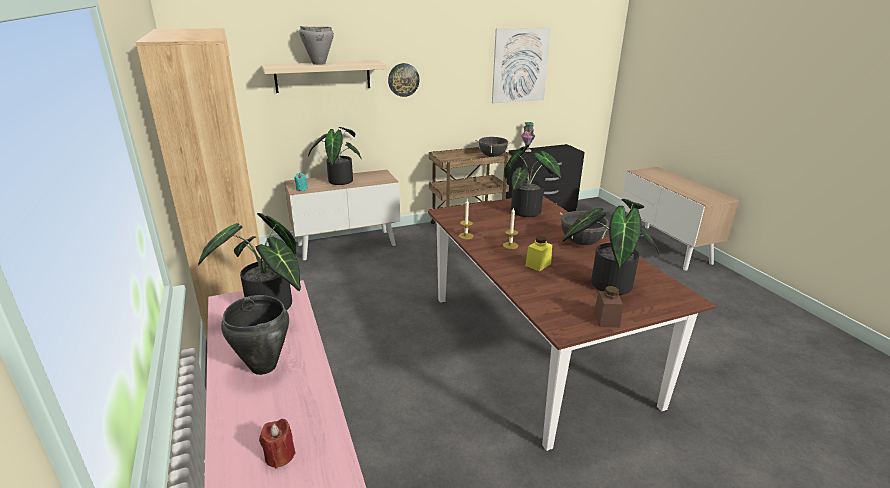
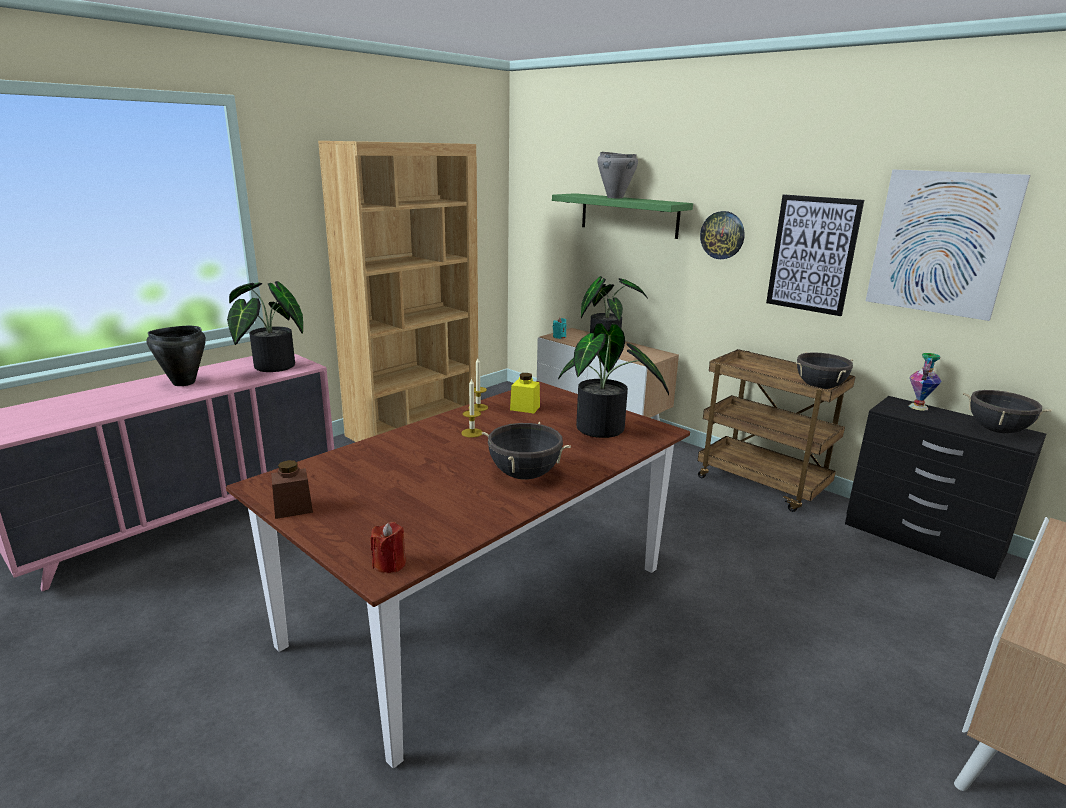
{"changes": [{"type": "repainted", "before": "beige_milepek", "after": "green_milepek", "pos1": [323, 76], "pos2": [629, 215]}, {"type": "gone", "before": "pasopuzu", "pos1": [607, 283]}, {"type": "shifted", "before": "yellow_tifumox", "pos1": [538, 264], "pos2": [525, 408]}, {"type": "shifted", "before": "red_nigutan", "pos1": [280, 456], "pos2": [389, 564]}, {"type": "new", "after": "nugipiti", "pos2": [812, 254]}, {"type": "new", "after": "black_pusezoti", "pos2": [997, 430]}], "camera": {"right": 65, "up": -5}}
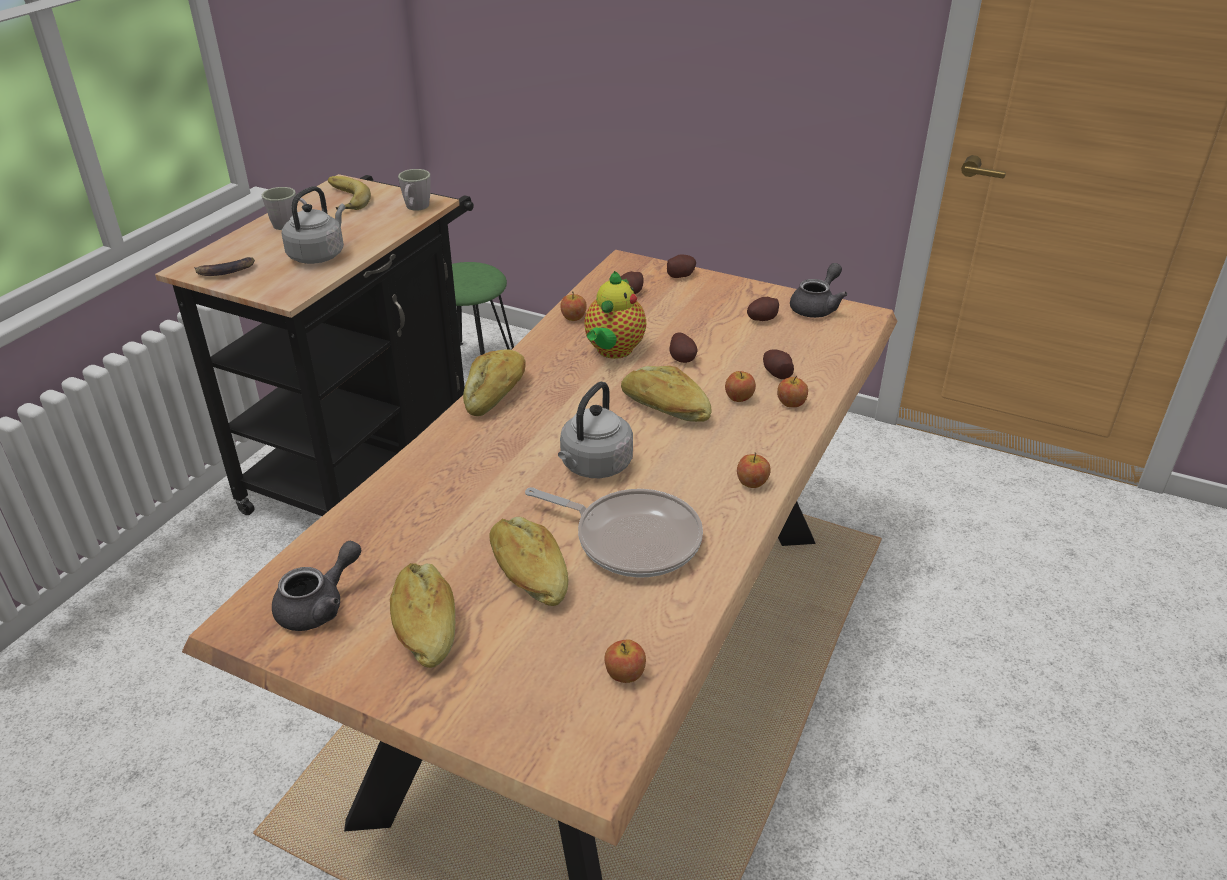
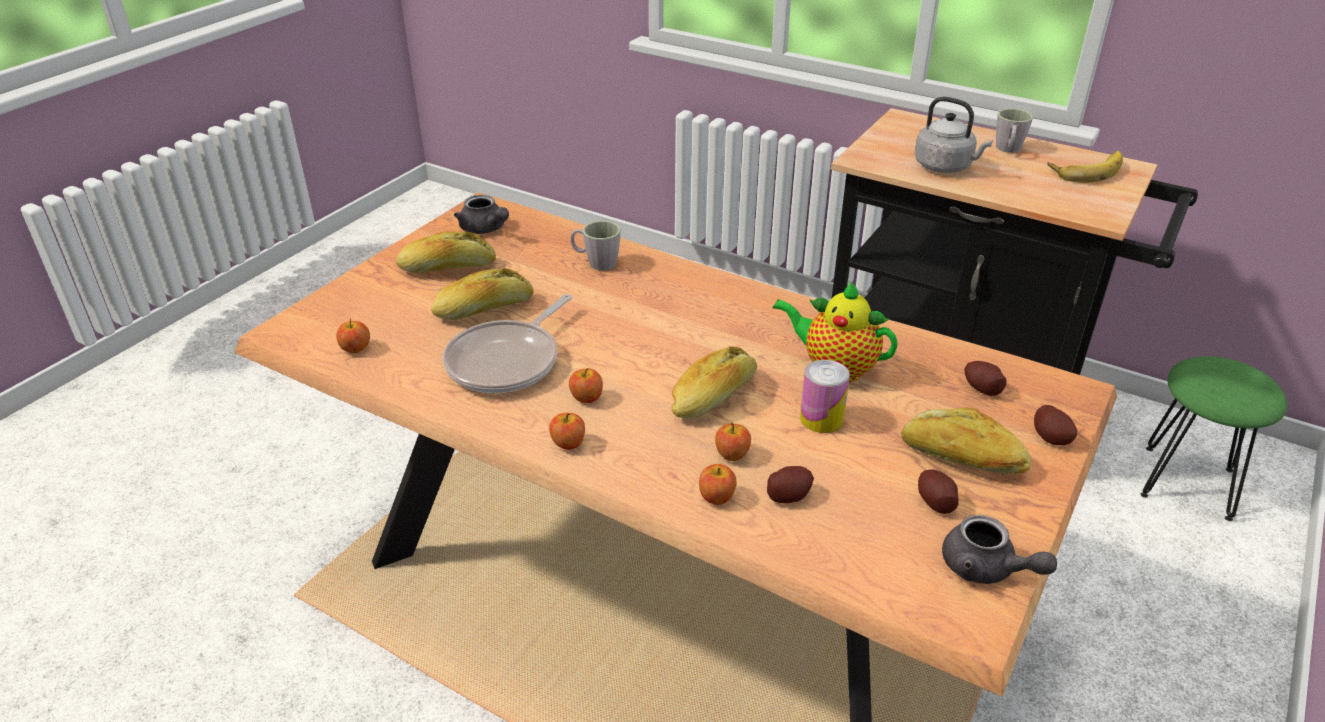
{"changes": [{"type": "shifted", "before": "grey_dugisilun", "pos1": [415, 208], "pos2": [596, 262]}, {"type": "gone", "before": "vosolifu", "pos1": [225, 271]}, {"type": "shifted", "before": "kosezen", "pos1": [573, 318], "pos2": [586, 398]}, {"type": "swapped", "before": "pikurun", "after": "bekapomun", "pos1": [682, 358], "pos2": [821, 419]}, {"type": "shifted", "before": "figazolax", "pos1": [496, 393], "pos2": [962, 458]}, {"type": "gone", "before": "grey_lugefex", "pos1": [594, 466]}], "camera": {"right": 95, "up": 0}}
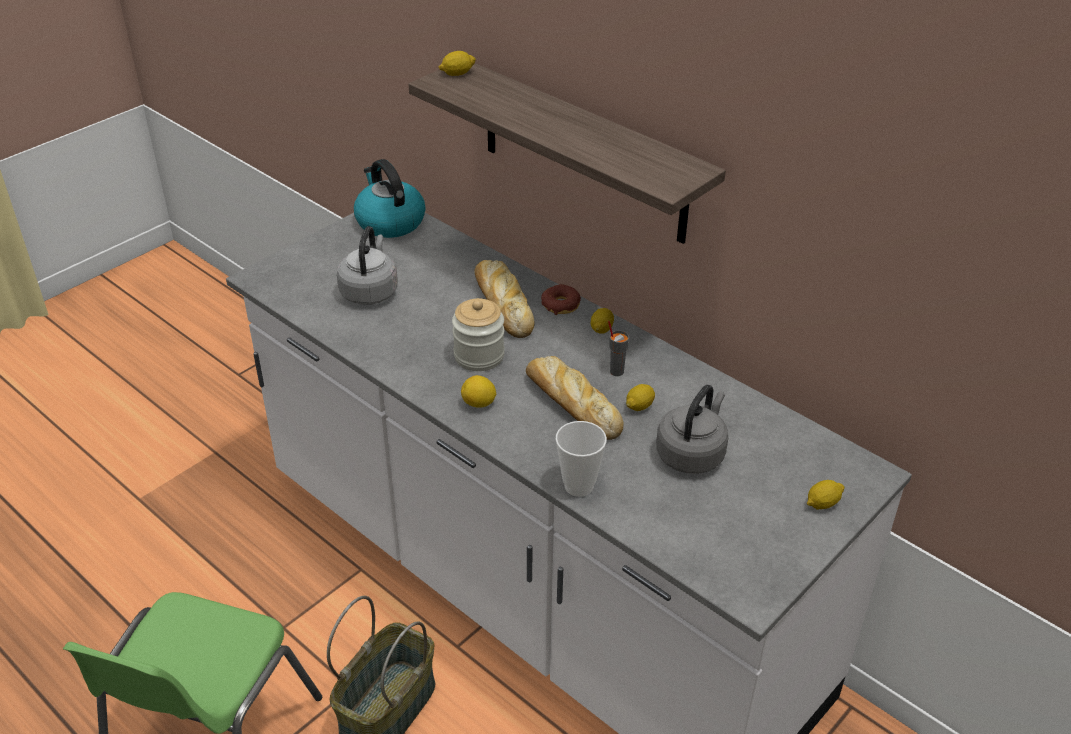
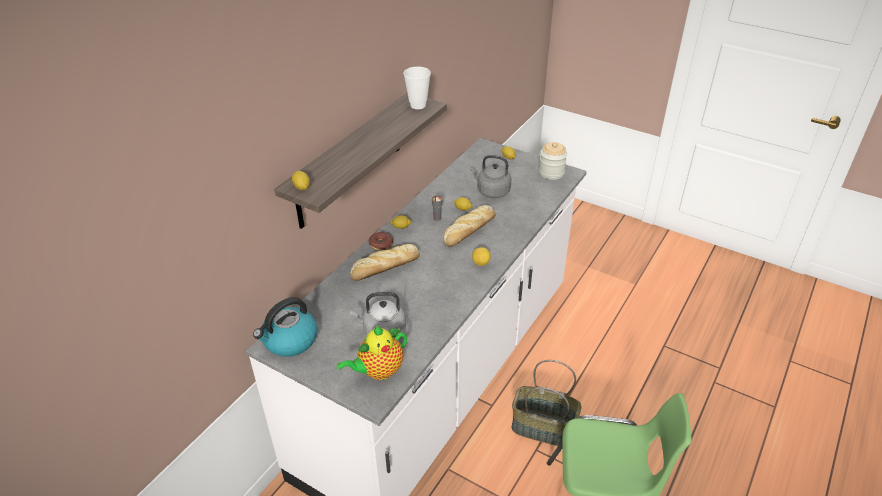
{"changes": [{"type": "shifted", "before": "tifumox", "pos1": [479, 356], "pos2": [551, 173]}, {"type": "shifted", "before": "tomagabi", "pos1": [579, 486], "pos2": [418, 105]}, {"type": "new", "after": "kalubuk", "pos2": [378, 371]}], "camera": {"right": -100, "up": 0}}
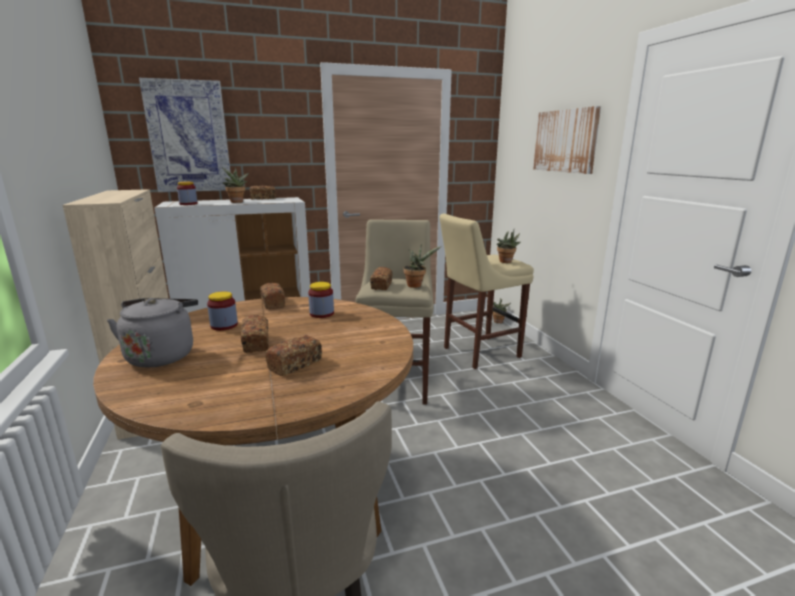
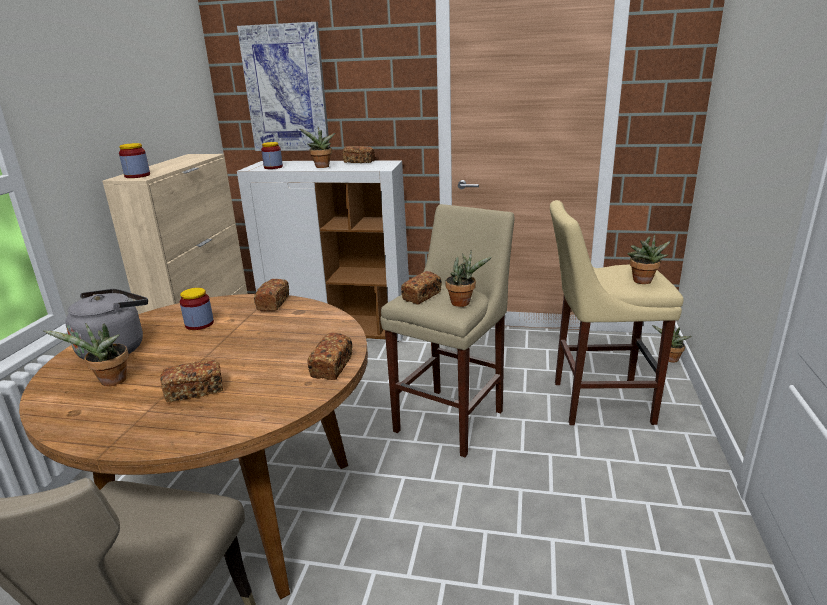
{"changes": [{"type": "gone", "before": "nugipiti", "pos1": [565, 141]}, {"type": "shifted", "before": "tifumox", "pos1": [321, 313], "pos2": [137, 176]}, {"type": "shifted", "before": "figazolax", "pos1": [256, 343], "pos2": [332, 367]}, {"type": "new", "after": "pasopuzu", "pos2": [110, 382]}], "camera": {"right": 30, "up": 5}}
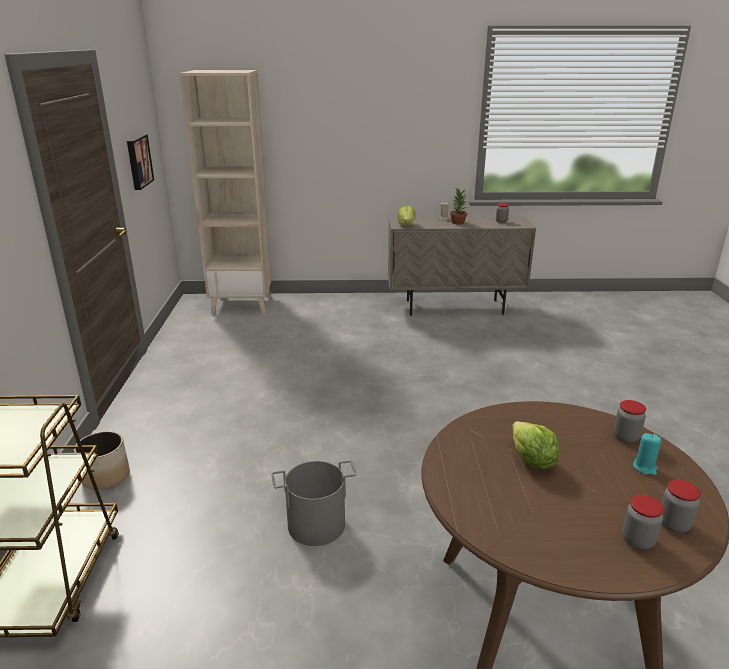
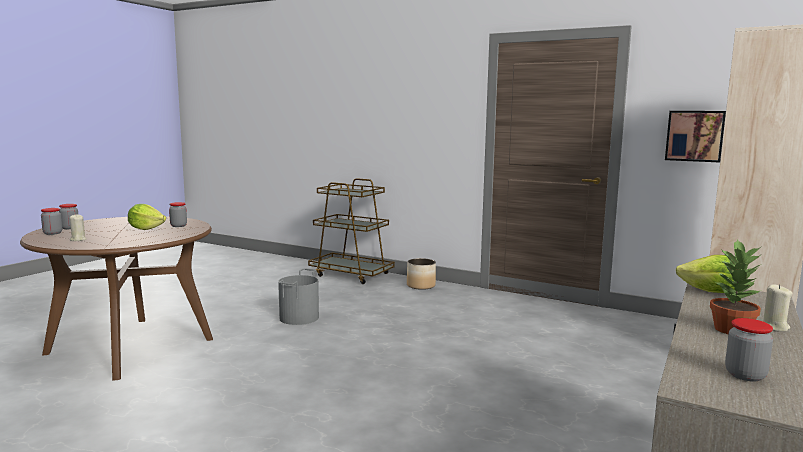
{"changes": [{"type": "shifted", "before": "tifumox", "pos1": [626, 437], "pos2": [178, 226]}, {"type": "repainted", "before": "turquoise_nigutan", "after": "beige_nigutan", "pos1": [645, 467], "pos2": [78, 240]}], "camera": {"right": 120, "up": -15}}
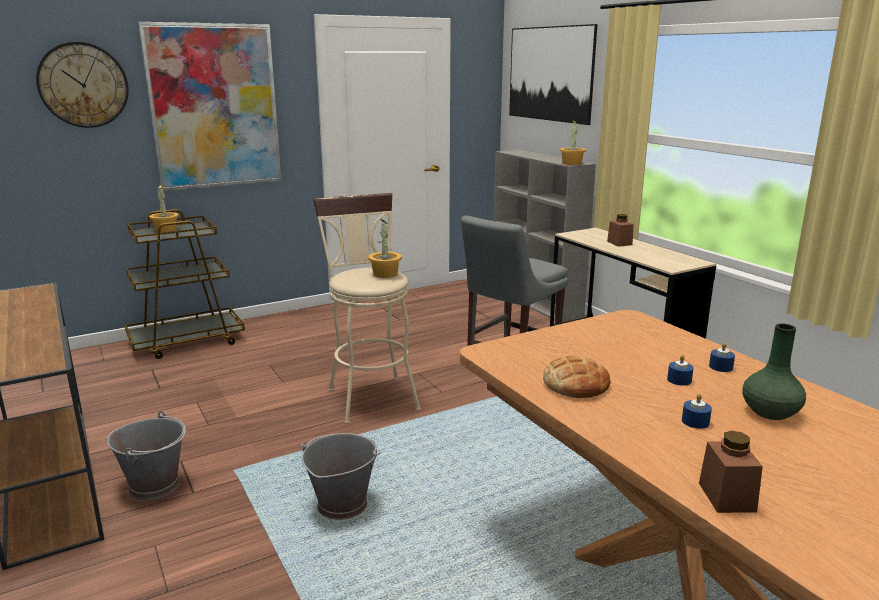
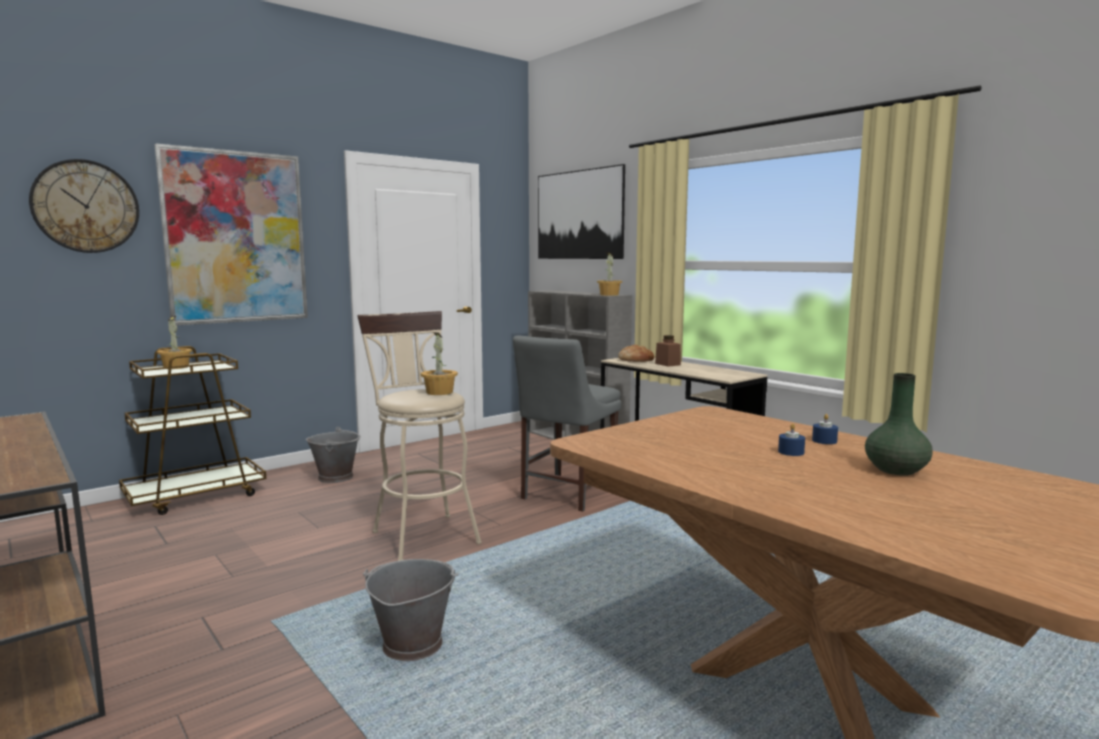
{"changes": [{"type": "shifted", "before": "figazolax", "pos1": [575, 384], "pos2": [636, 360]}, {"type": "gone", "before": "blue_nigutan", "pos1": [695, 421]}, {"type": "shifted", "before": "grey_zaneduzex", "pos1": [155, 485], "pos2": [336, 477]}, {"type": "gone", "before": "brown_tifumox", "pos1": [726, 497]}], "camera": {"right": -10, "up": -10}}
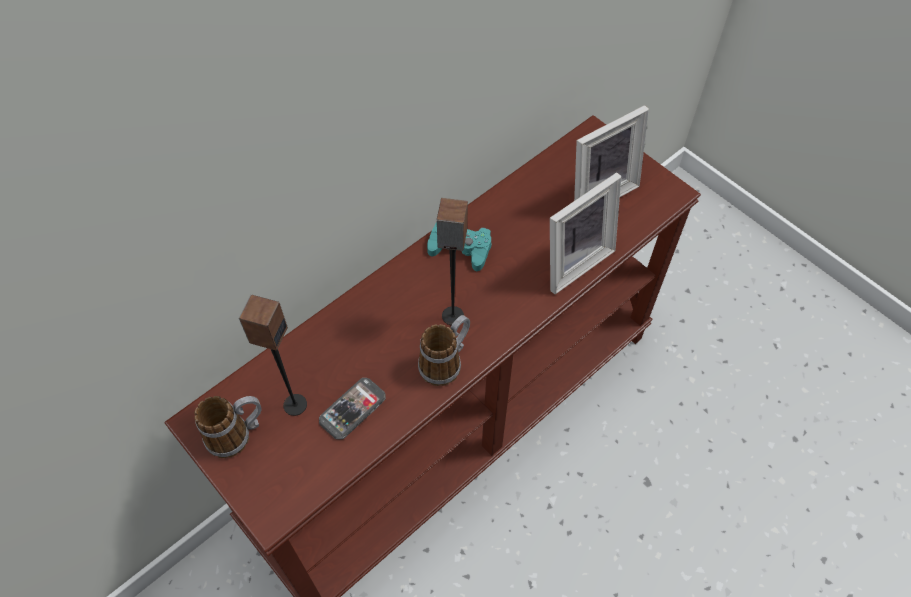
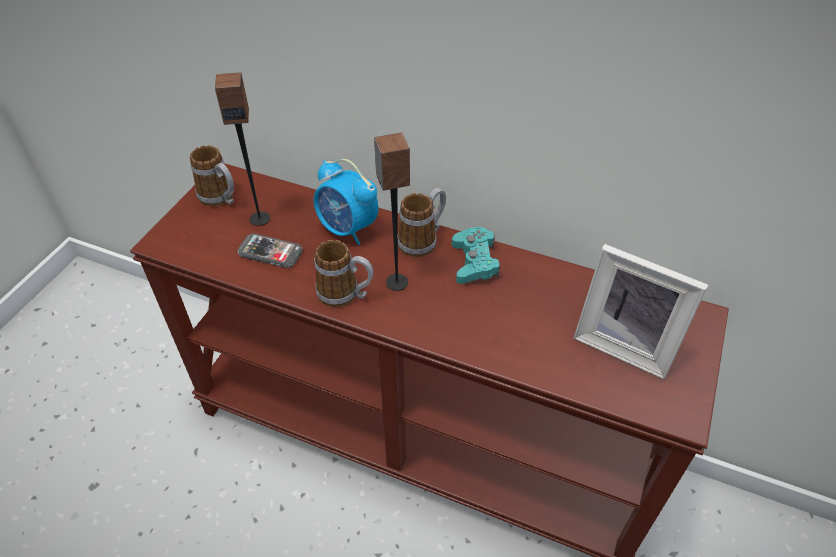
{"changes": [{"type": "gone", "before": "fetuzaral", "pos1": [572, 260]}, {"type": "new", "after": "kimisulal", "pos2": [347, 229]}, {"type": "new", "after": "dugisilun", "pos2": [423, 240]}], "camera": {"right": 65, "up": -10}}
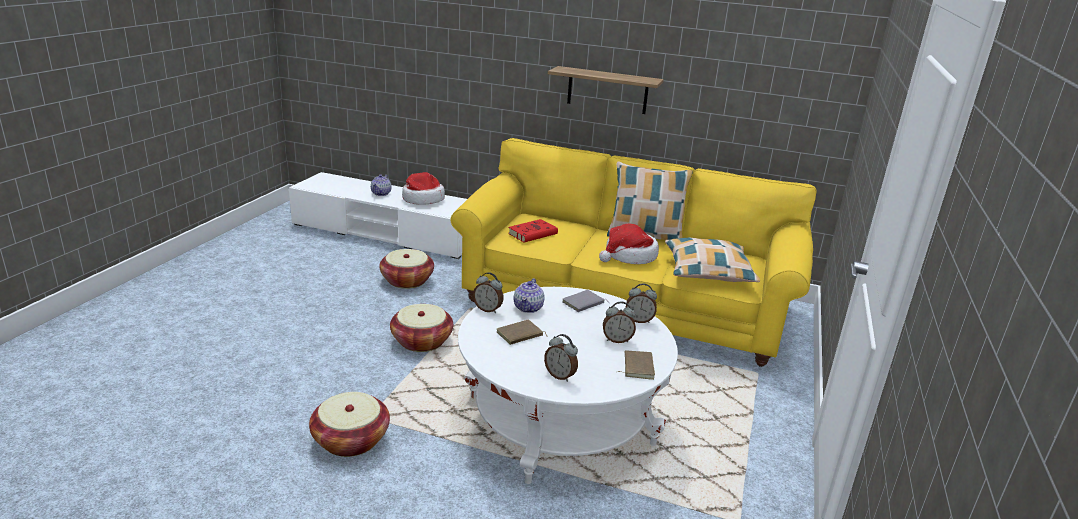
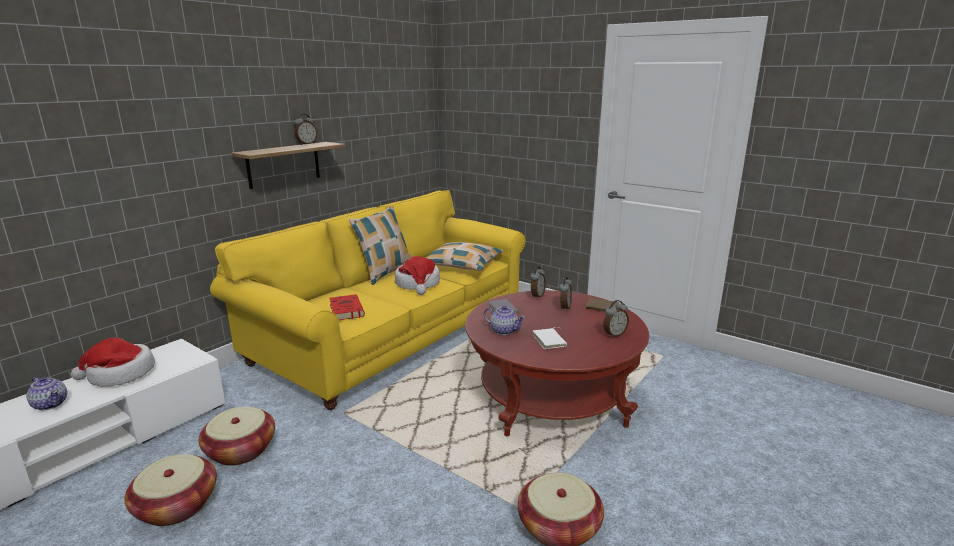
{"changes": [{"type": "shifted", "before": "kimisulal", "pos1": [488, 309], "pos2": [306, 144]}, {"type": "repainted", "before": "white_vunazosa", "after": "red_vunazosa", "pos1": [560, 420], "pos2": [551, 397]}, {"type": "shifted", "before": "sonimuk", "pos1": [422, 341], "pos2": [177, 506]}, {"type": "repainted", "before": "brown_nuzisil", "after": "white_nuzisil", "pos1": [520, 335], "pos2": [550, 340]}], "camera": {"right": -70, "up": -5}}
